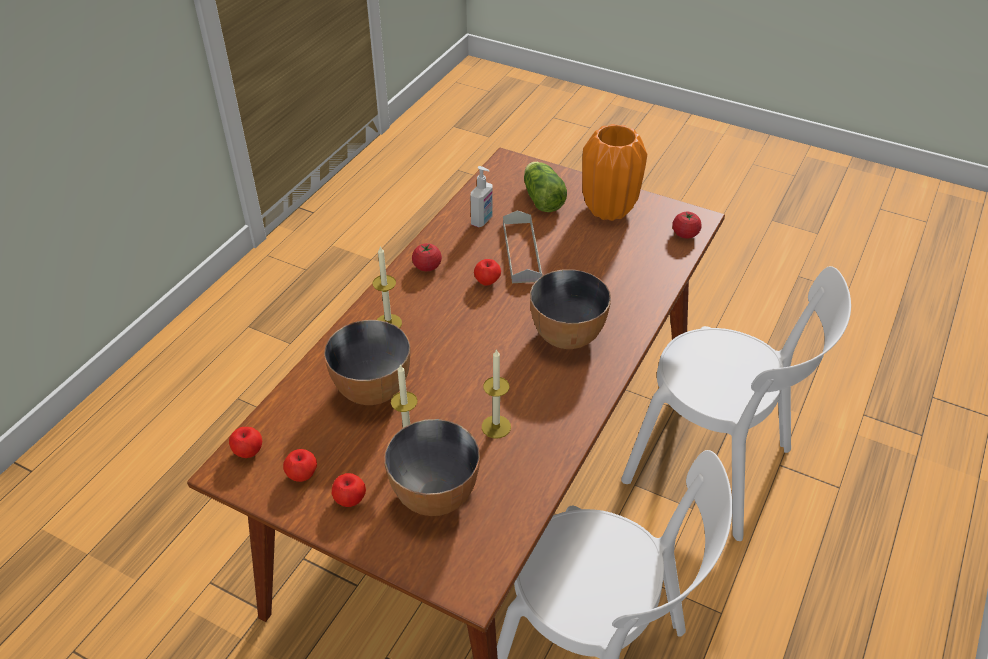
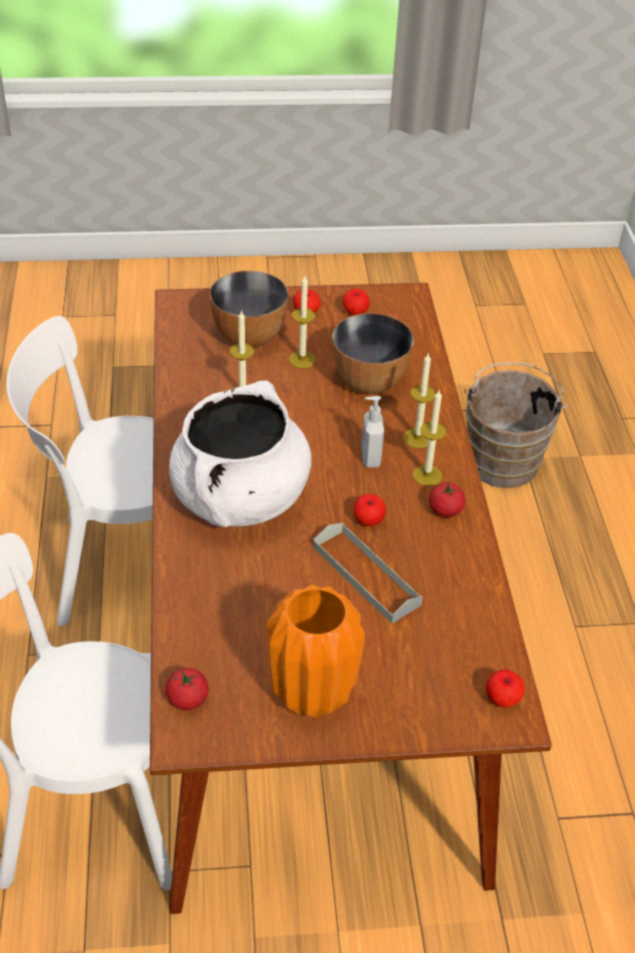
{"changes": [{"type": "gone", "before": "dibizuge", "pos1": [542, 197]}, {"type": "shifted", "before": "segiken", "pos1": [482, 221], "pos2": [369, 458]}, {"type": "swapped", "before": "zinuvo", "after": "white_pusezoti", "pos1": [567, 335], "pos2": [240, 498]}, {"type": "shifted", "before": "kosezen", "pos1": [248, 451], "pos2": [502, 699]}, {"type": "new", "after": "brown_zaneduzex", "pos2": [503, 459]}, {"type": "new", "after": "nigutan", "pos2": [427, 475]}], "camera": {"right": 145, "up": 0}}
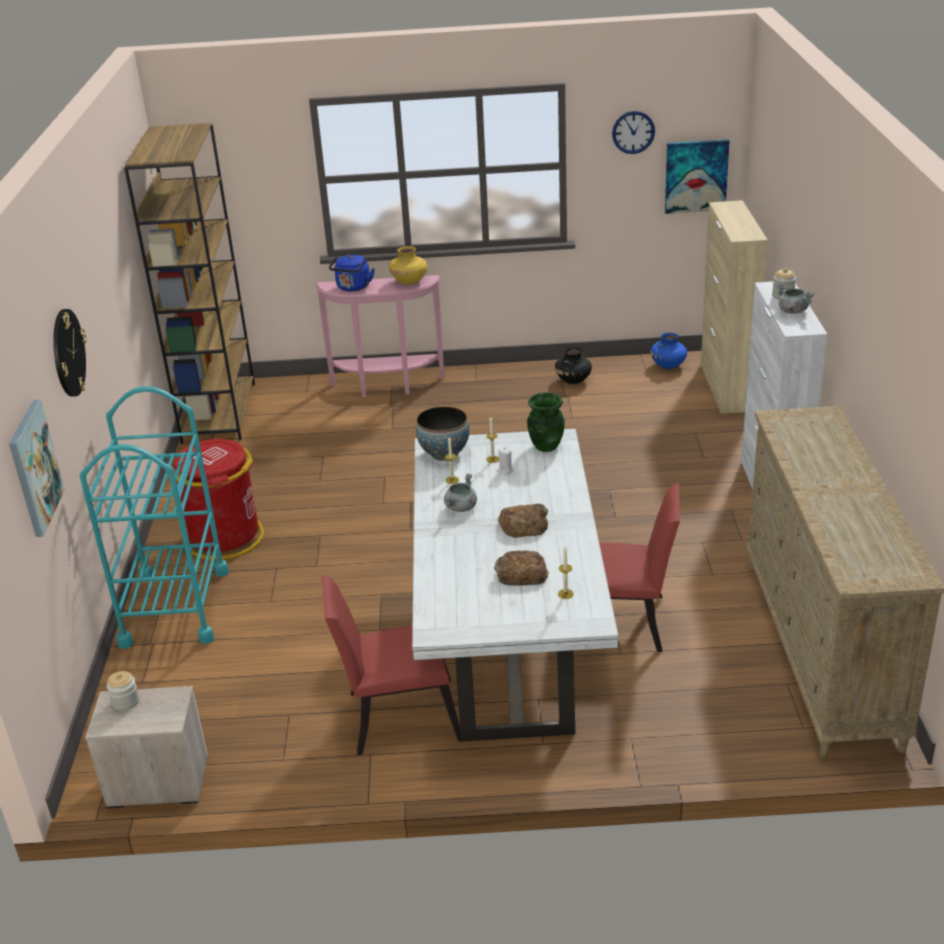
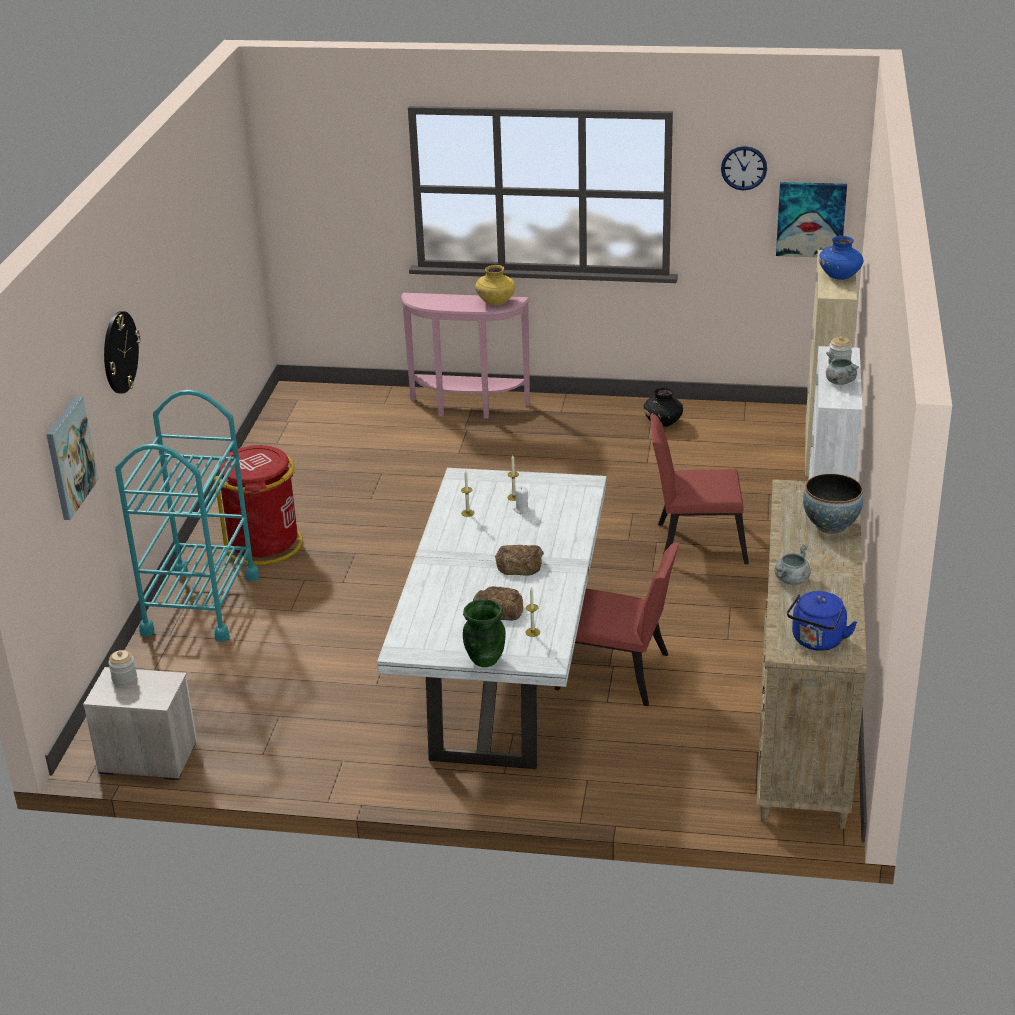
{"changes": [{"type": "gone", "before": "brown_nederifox", "pos1": [218, 412]}, {"type": "shifted", "before": "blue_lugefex", "pos1": [353, 288], "pos2": [817, 641]}, {"type": "shifted", "before": "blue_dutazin", "pos1": [668, 366], "pos2": [840, 276]}, {"type": "shifted", "before": "green_dutazin", "pos1": [545, 446], "pos2": [484, 659]}, {"type": "shifted", "before": "zinuvo", "pos1": [444, 453], "pos2": [830, 525]}, {"type": "shifted", "before": "grey_pusezoti", "pos1": [461, 508], "pos2": [791, 580]}, {"type": "shifted", "before": "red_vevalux", "pos1": [396, 716], "pos2": [694, 542]}], "camera": {"right": 10, "up": 0}}
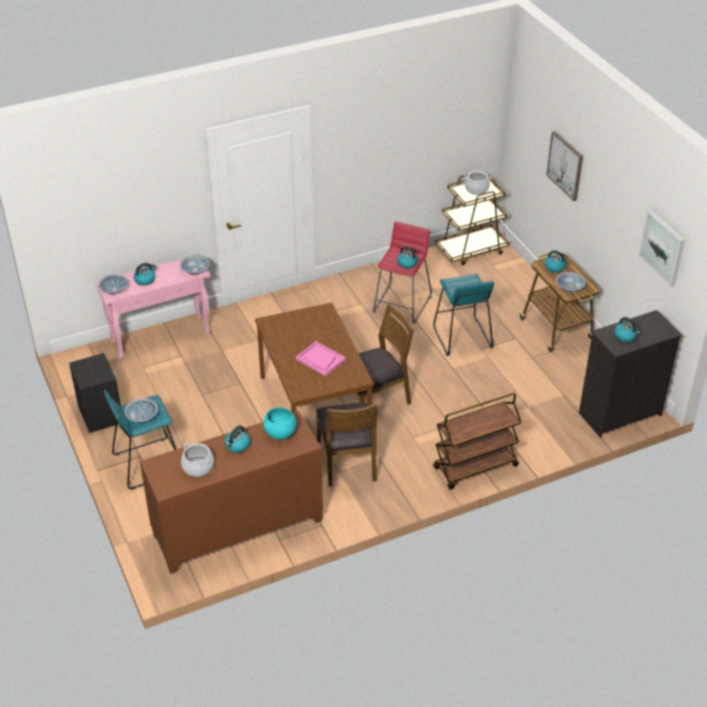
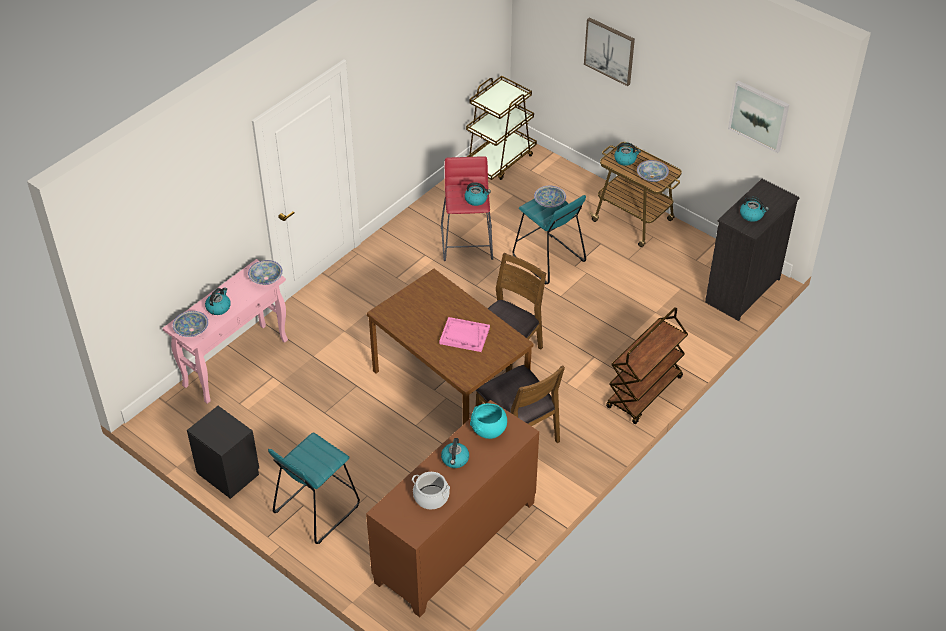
{"changes": [{"type": "gone", "before": "pusezoti", "pos1": [476, 189]}, {"type": "shifted", "before": "zinuvo", "pos1": [142, 416], "pos2": [549, 202]}], "camera": {"right": -25, "up": 5}}
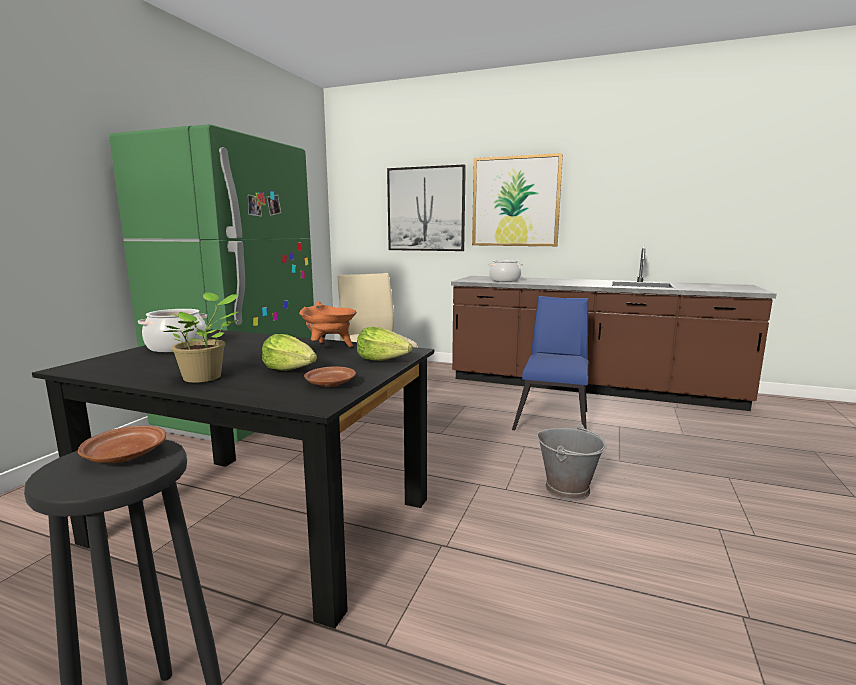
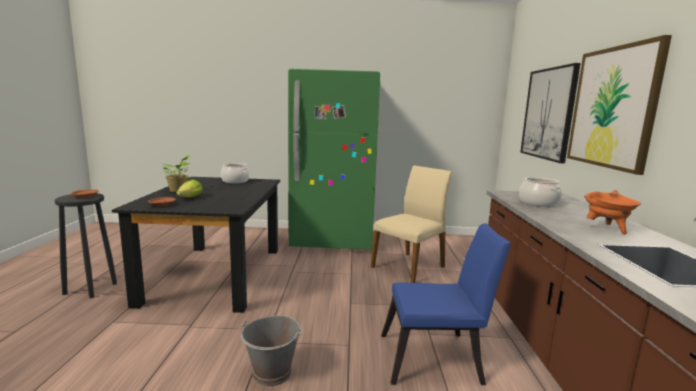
{"changes": [{"type": "shifted", "before": "orange_pusezoti", "pos1": [330, 347], "pos2": [607, 228]}, {"type": "gone", "before": "dibizuge", "pos1": [383, 360]}], "camera": {"right": 70, "up": 0}}
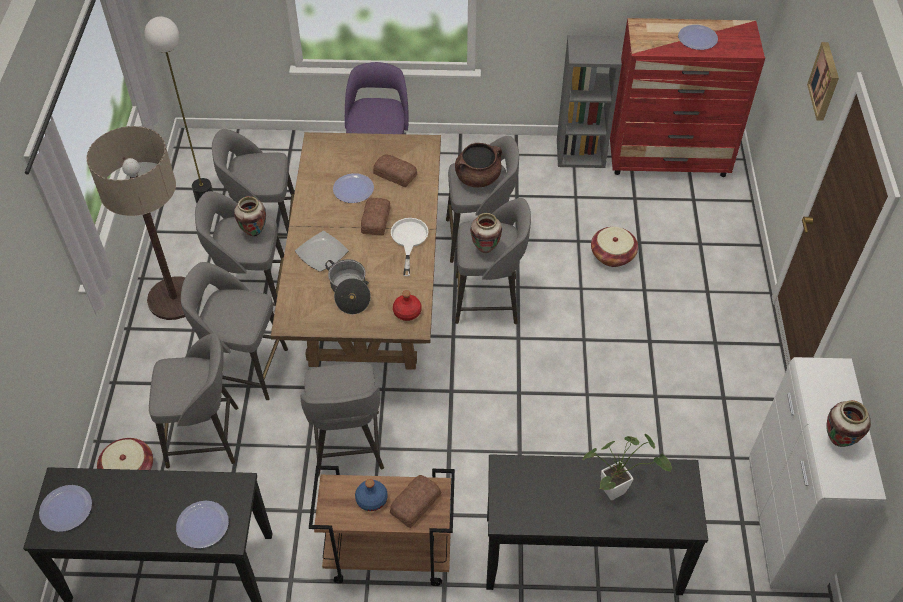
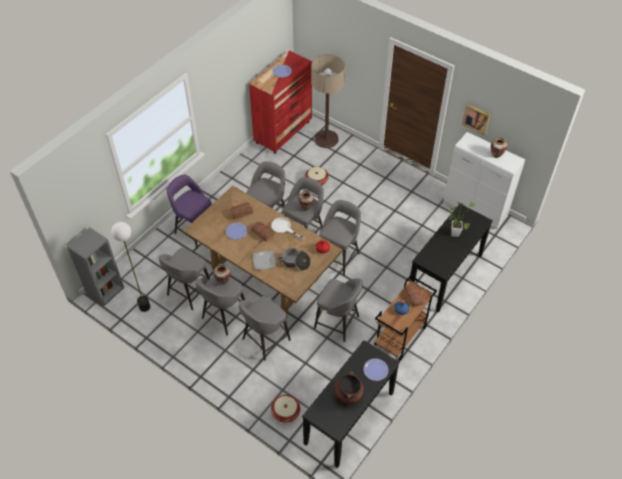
{"changes": [{"type": "shifted", "before": "grey_nederifox", "pos1": [581, 153], "pos2": [105, 290]}, {"type": "shifted", "before": "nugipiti", "pos1": [825, 81], "pos2": [476, 118]}, {"type": "shifted", "before": "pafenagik", "pos1": [174, 299], "pos2": [326, 139]}, {"type": "shifted", "before": "brown_pusezoti", "pos1": [478, 178], "pos2": [348, 394]}, {"type": "shifted", "before": "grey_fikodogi", "pos1": [206, 437], "pos2": [339, 257]}, {"type": "gone", "before": "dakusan", "pos1": [66, 509]}], "camera": {"right": -55, "up": 0}}
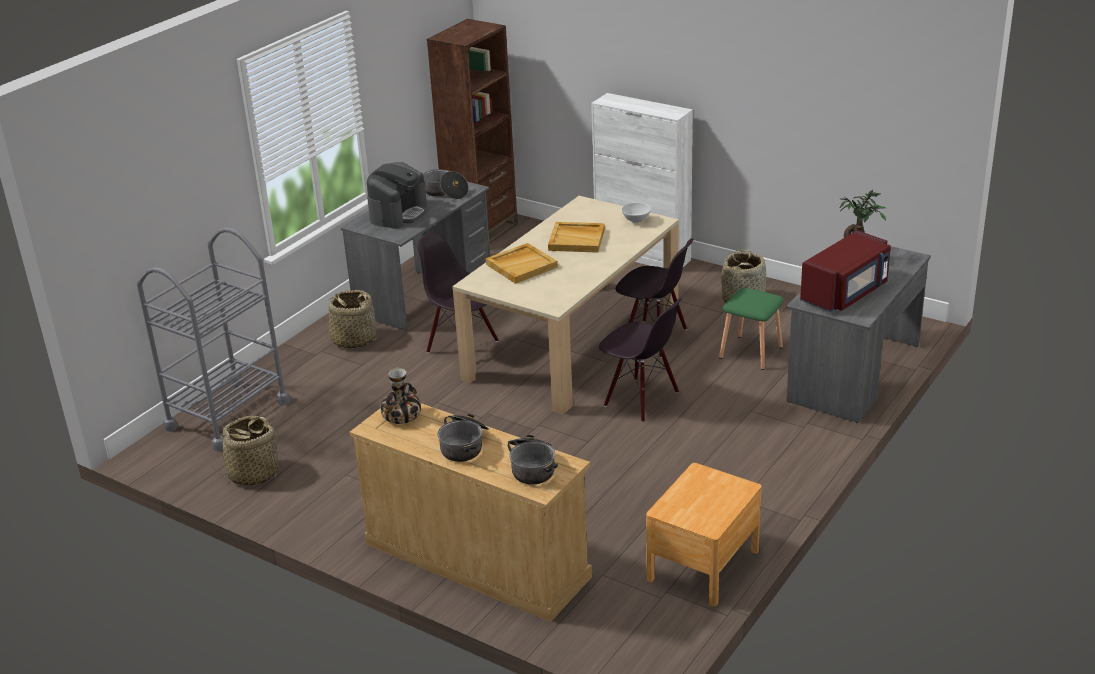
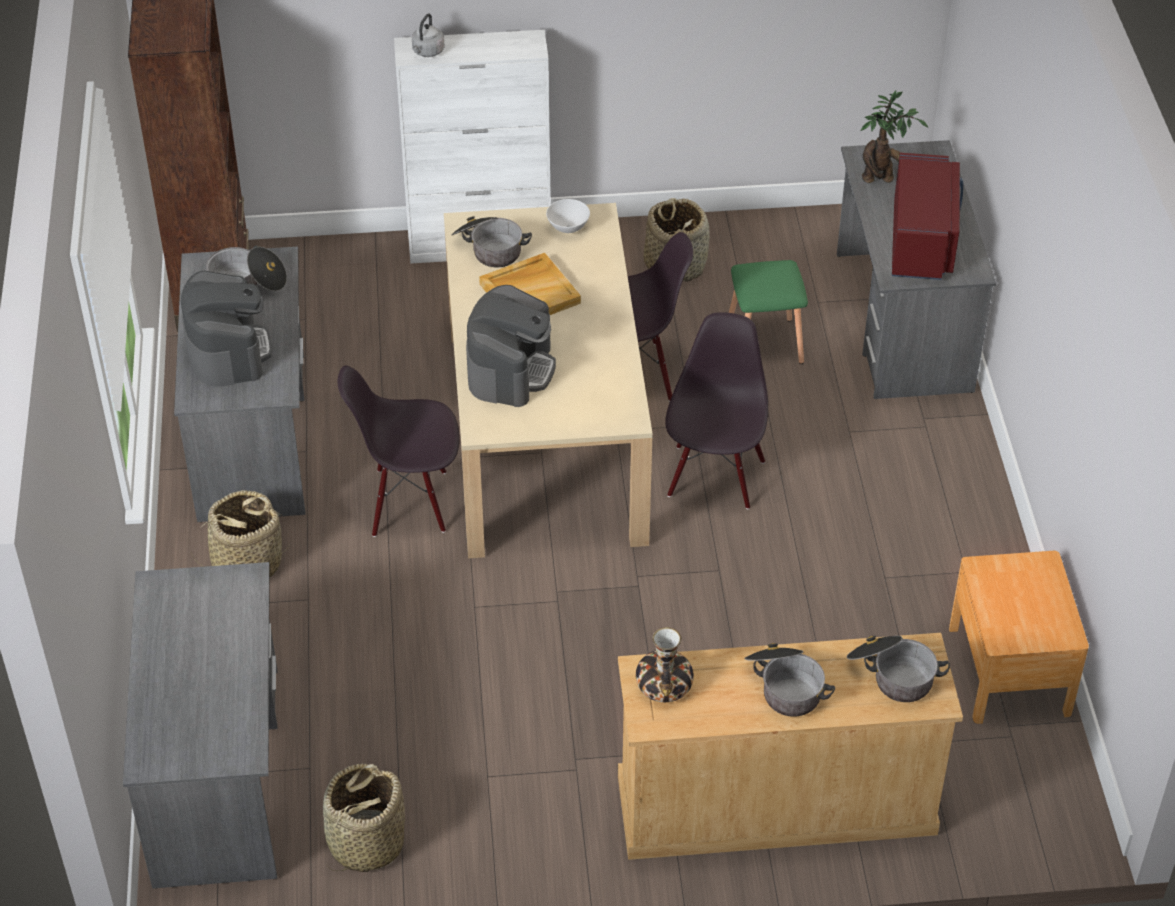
{"changes": [{"type": "swapped", "before": "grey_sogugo", "after": "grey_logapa", "pos1": [228, 415], "pos2": [218, 775]}, {"type": "swapped", "before": "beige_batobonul", "after": "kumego", "pos1": [521, 265], "pos2": [510, 369]}, {"type": "rotated", "before": "black_vevalux", "pos1": [641, 399], "pos2": [714, 477], "turn": -75}, {"type": "new", "after": "grey_lugefex", "pos2": [427, 52]}, {"type": "new", "after": "pusezoti", "pos2": [489, 249]}], "camera": {"right": -40, "up": 15}}
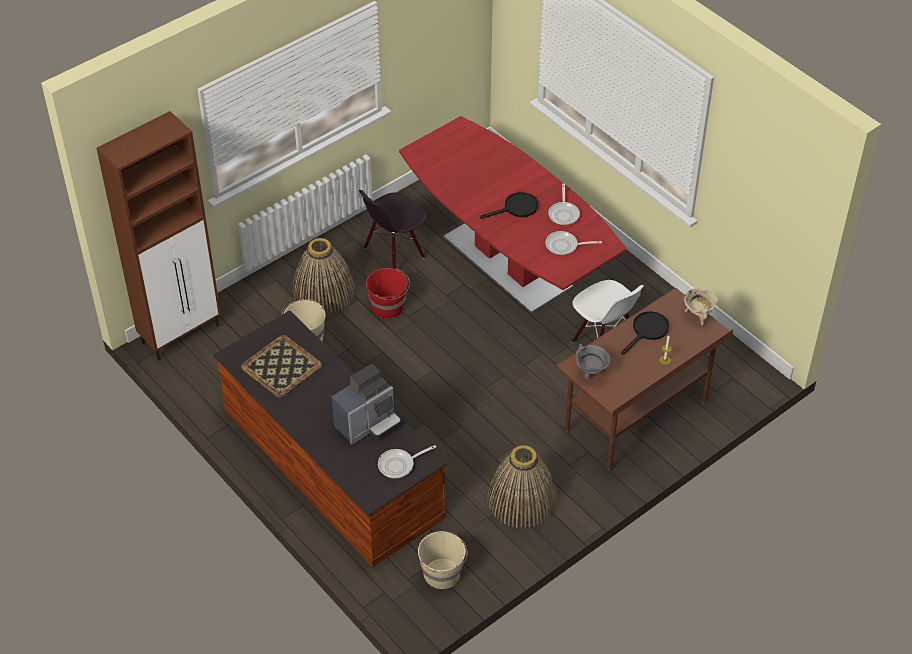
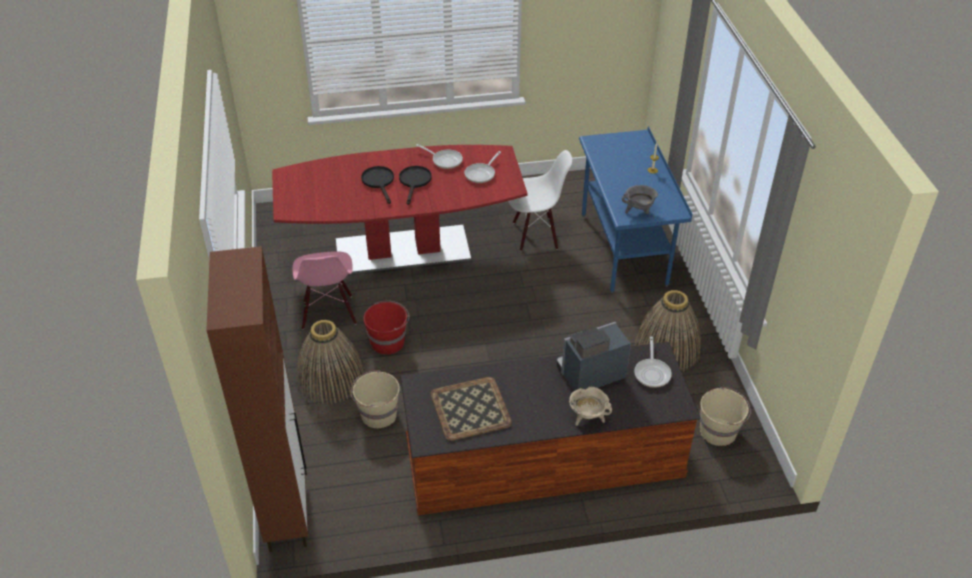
{"changes": [{"type": "repainted", "before": "black_vevalux", "after": "pink_vevalux", "pos1": [394, 254], "pos2": [328, 312]}, {"type": "shifted", "before": "beige_pusezoti", "pos1": [698, 315], "pos2": [588, 418]}, {"type": "repainted", "before": "brown_logapa", "after": "blue_logapa", "pos1": [636, 417], "pos2": [624, 250]}, {"type": "shifted", "before": "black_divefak", "pos1": [647, 331], "pos2": [379, 182]}, {"type": "rotated", "before": "kumego", "pos1": [368, 424], "pos2": [589, 374], "turn": -105}], "camera": {"right": -60, "up": -5}}
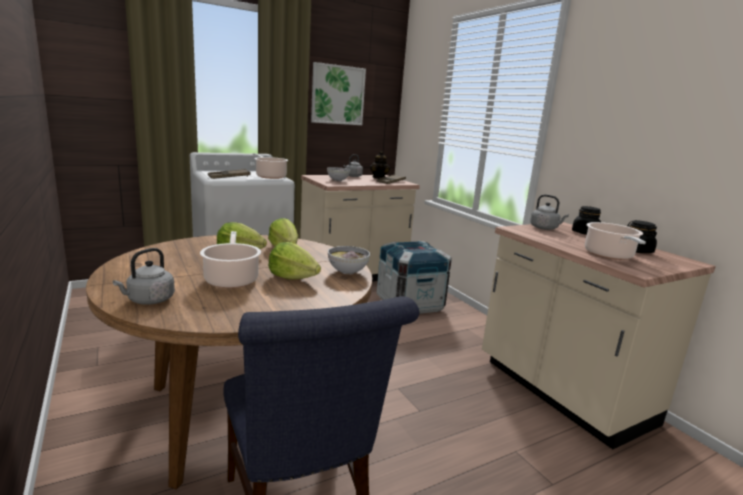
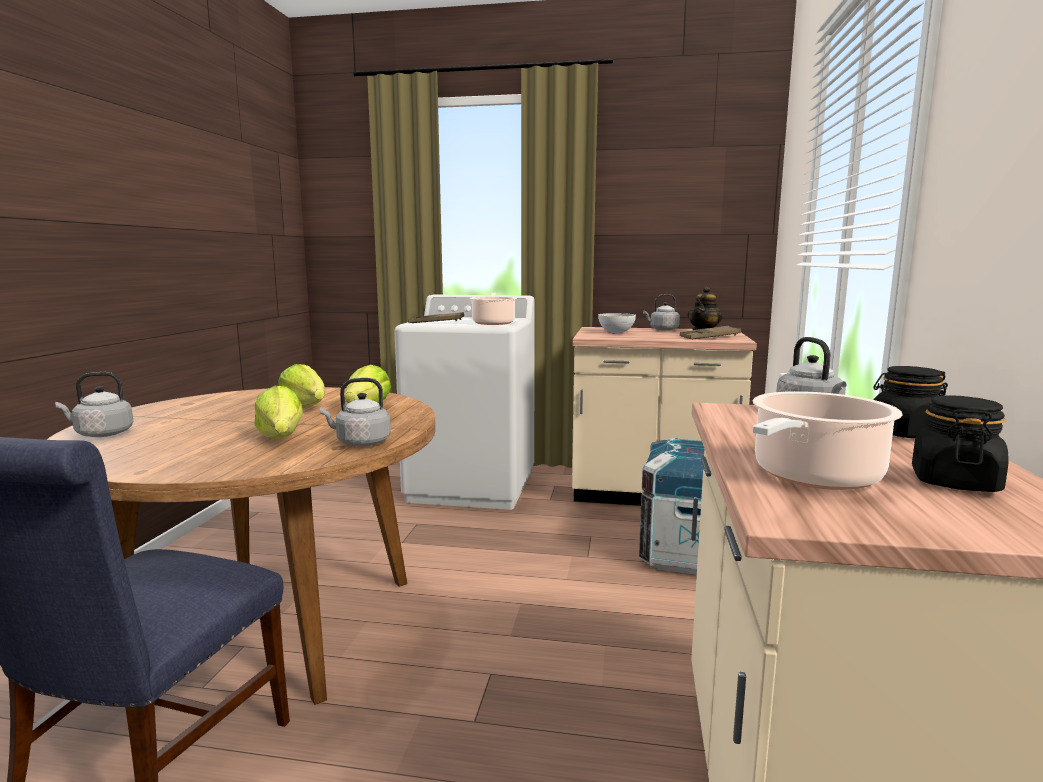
{"changes": [{"type": "gone", "before": "nugipiti", "pos1": [337, 95]}, {"type": "gone", "before": "pusezoti", "pos1": [231, 279]}, {"type": "swapped", "before": "zinuvo", "after": "grey_lugefex", "pos1": [347, 272], "pos2": [360, 443]}], "camera": {"right": 40, "up": -5}}
